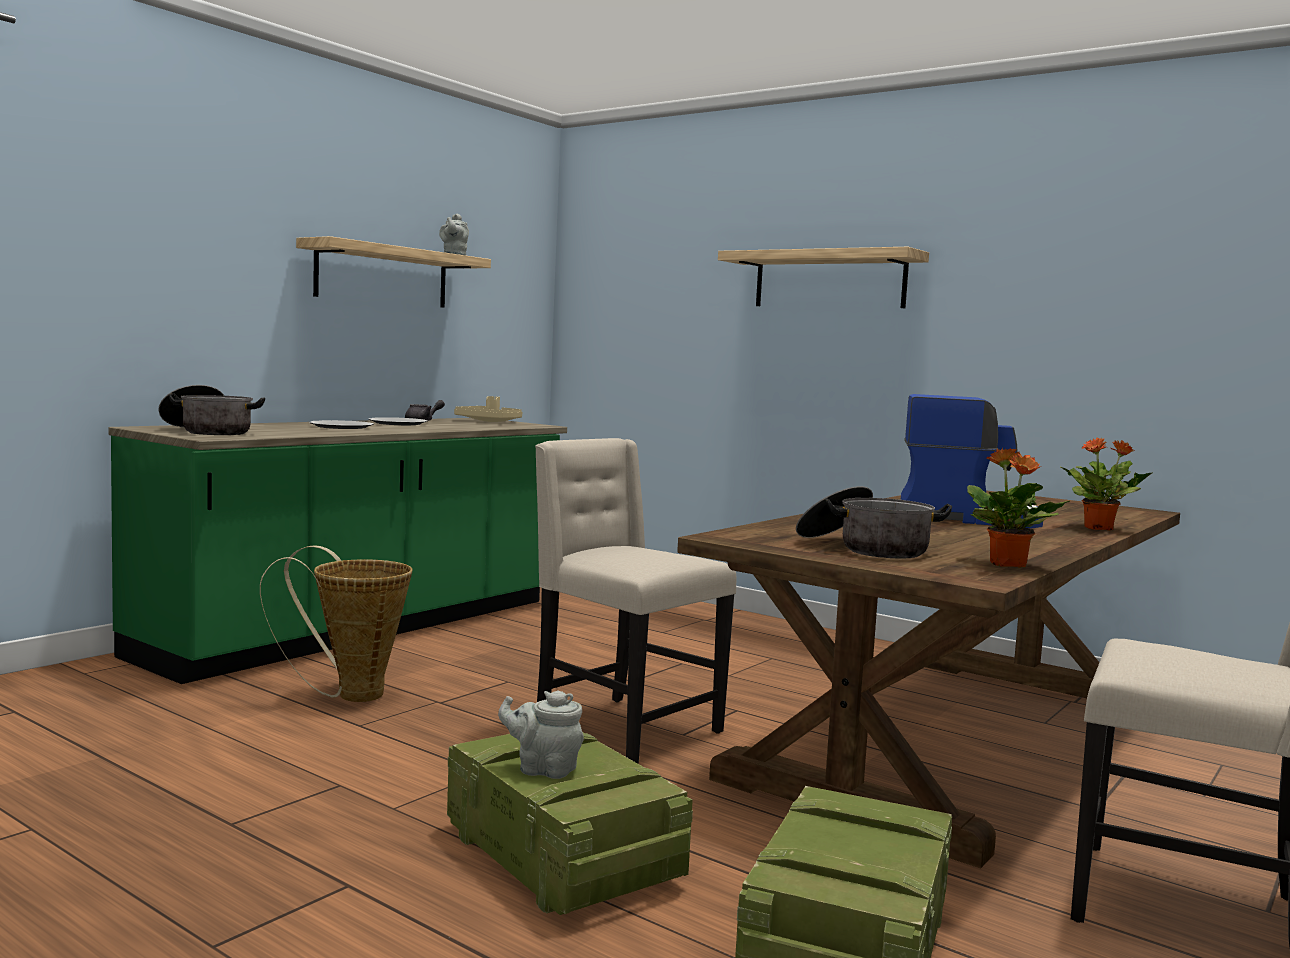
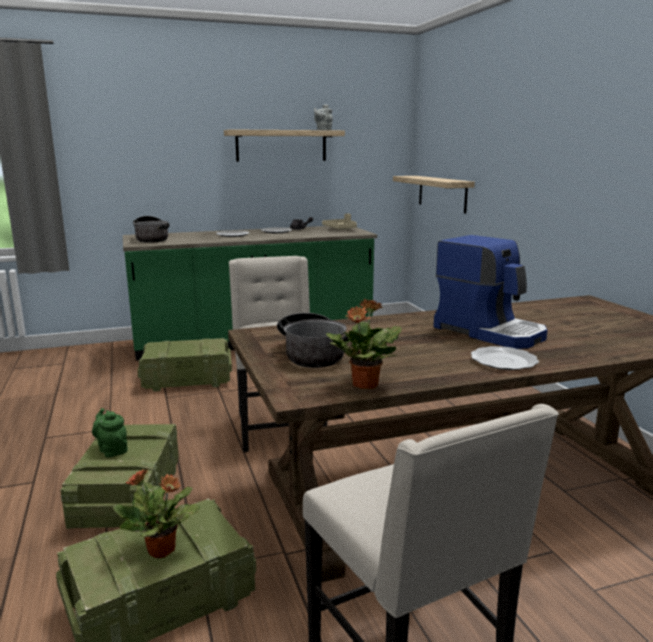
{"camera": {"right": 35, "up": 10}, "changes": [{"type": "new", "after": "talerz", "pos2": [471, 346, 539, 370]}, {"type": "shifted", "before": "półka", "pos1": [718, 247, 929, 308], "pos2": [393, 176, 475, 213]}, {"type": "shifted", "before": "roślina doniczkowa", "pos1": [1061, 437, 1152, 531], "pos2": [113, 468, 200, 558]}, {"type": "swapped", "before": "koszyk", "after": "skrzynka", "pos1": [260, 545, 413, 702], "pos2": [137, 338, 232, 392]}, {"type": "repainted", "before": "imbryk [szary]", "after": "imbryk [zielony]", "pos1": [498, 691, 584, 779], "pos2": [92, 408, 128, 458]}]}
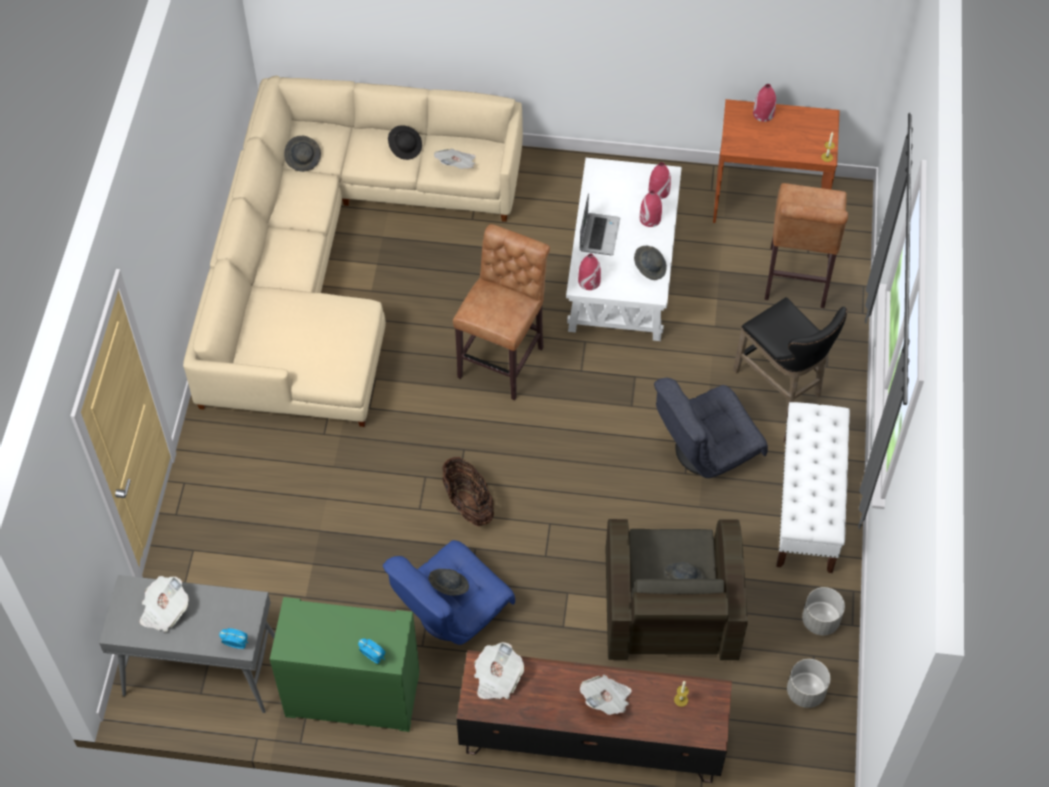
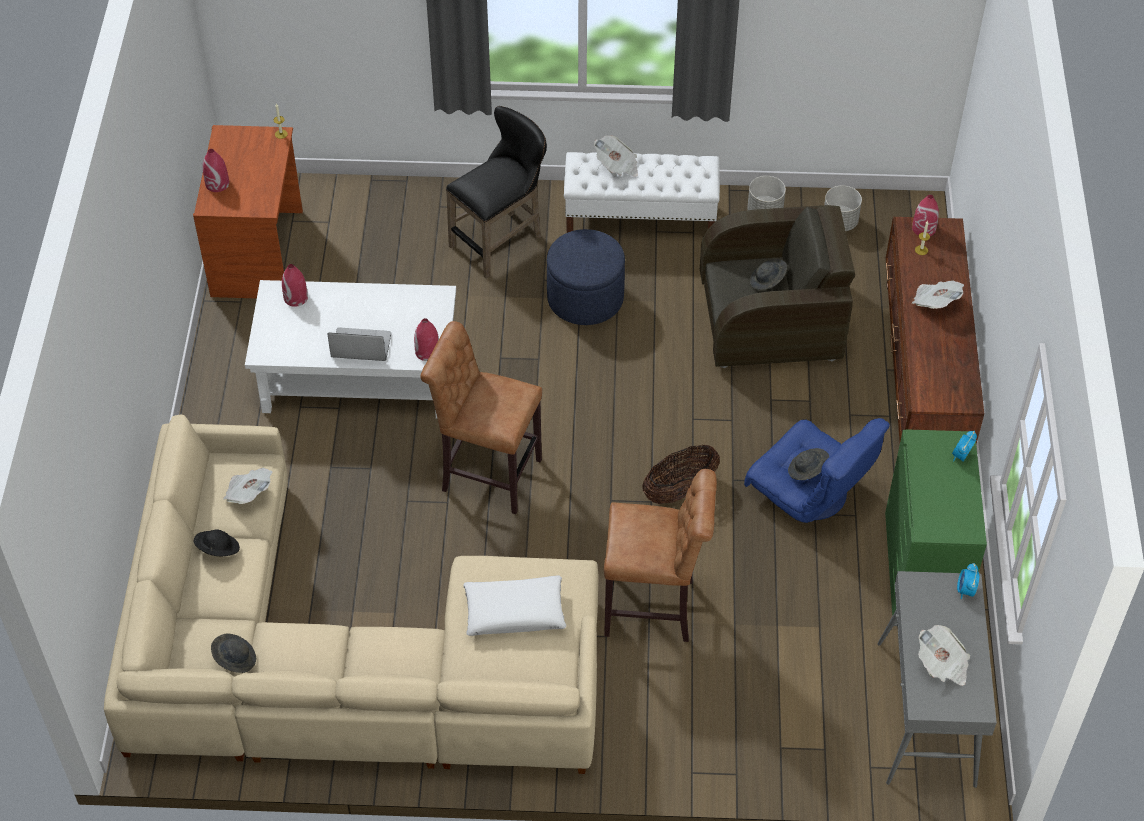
{"camera": {"right": -95, "up": -5}, "changes": [{"type": "gone", "before": "kapelusz [szary]", "pos1": [634, 246, 667, 280]}, {"type": "new", "after": "poduszka [biały]", "pos2": [463, 575, 566, 636]}, {"type": "shifted", "before": "gazeta", "pos1": [474, 642, 524, 699], "pos2": [594, 135, 638, 177]}, {"type": "shifted", "before": "wazon [czerwony]", "pos1": [640, 190, 662, 227], "pos2": [912, 194, 939, 236]}, {"type": "shifted", "before": "stołek [brązowy]", "pos1": [764, 183, 848, 308], "pos2": [604, 469, 717, 642]}, {"type": "swapped", "before": "fotel [szary]", "after": "pufa [niebieski]", "pos1": [654, 378, 768, 478], "pos2": [547, 229, 625, 325]}]}
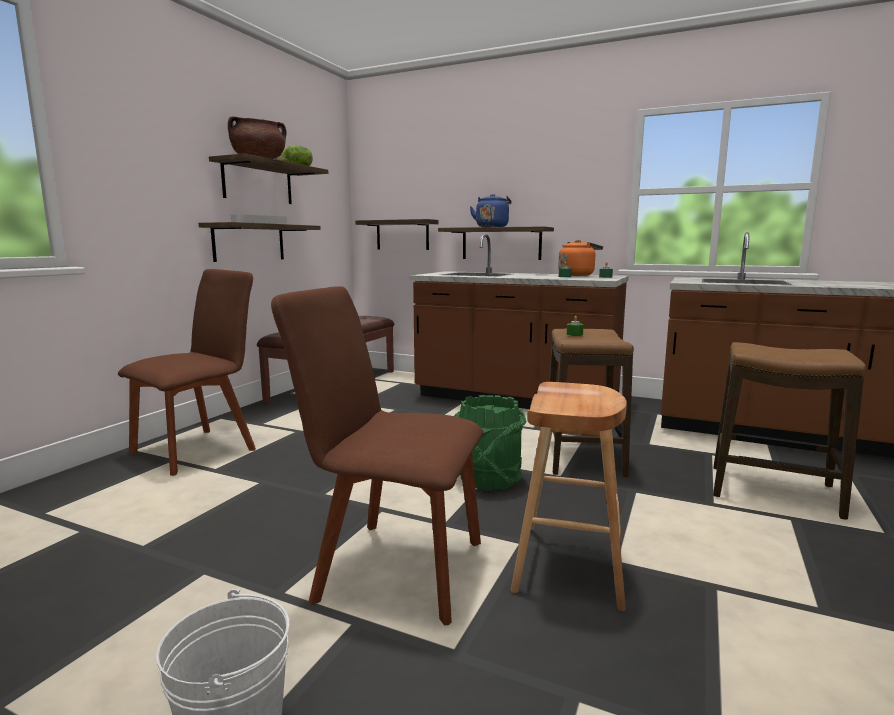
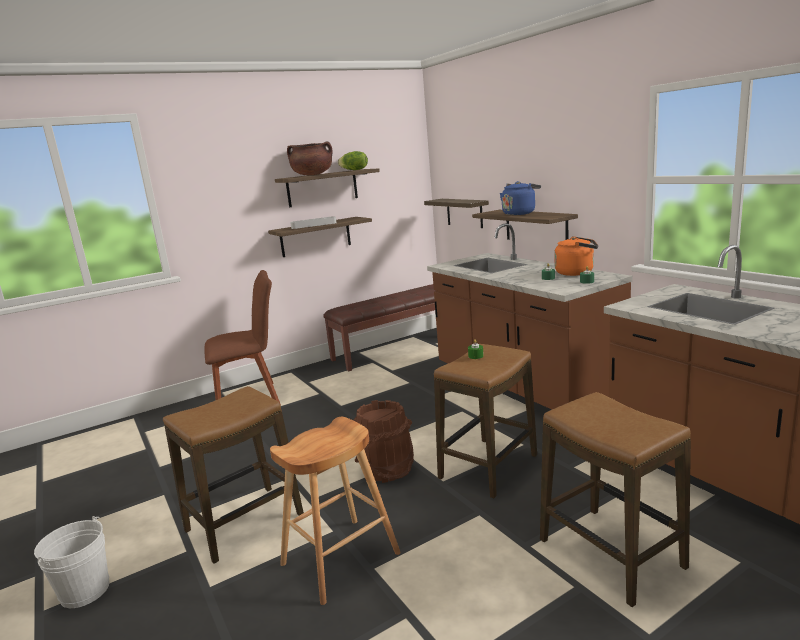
{"camera": {"right": 35, "up": 5}, "changes": [{"type": "swapped", "before": "krzesło [brązowy]", "after": "stołek", "pos1": [271, 286, 484, 625], "pos2": [163, 386, 304, 564]}, {"type": "repainted", "before": "wiadro [zielony]", "after": "wiadro [brązowy]", "pos1": [454, 395, 527, 491], "pos2": [353, 400, 414, 483]}]}
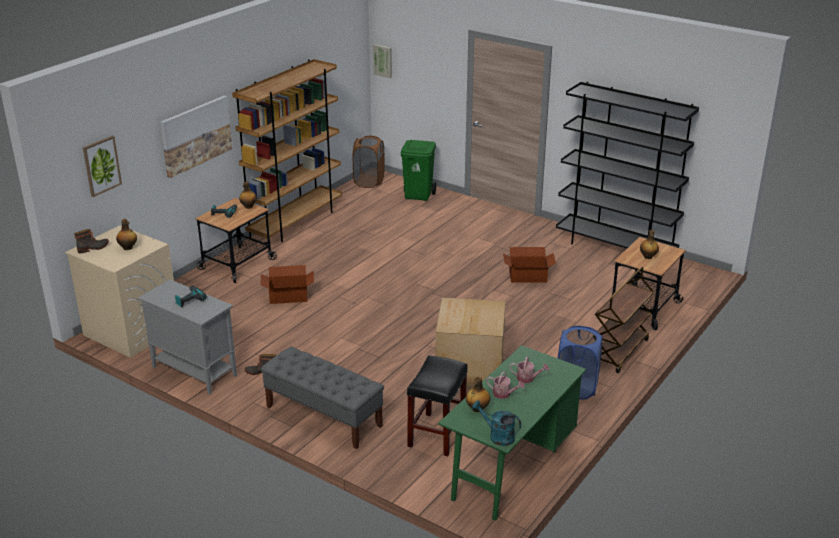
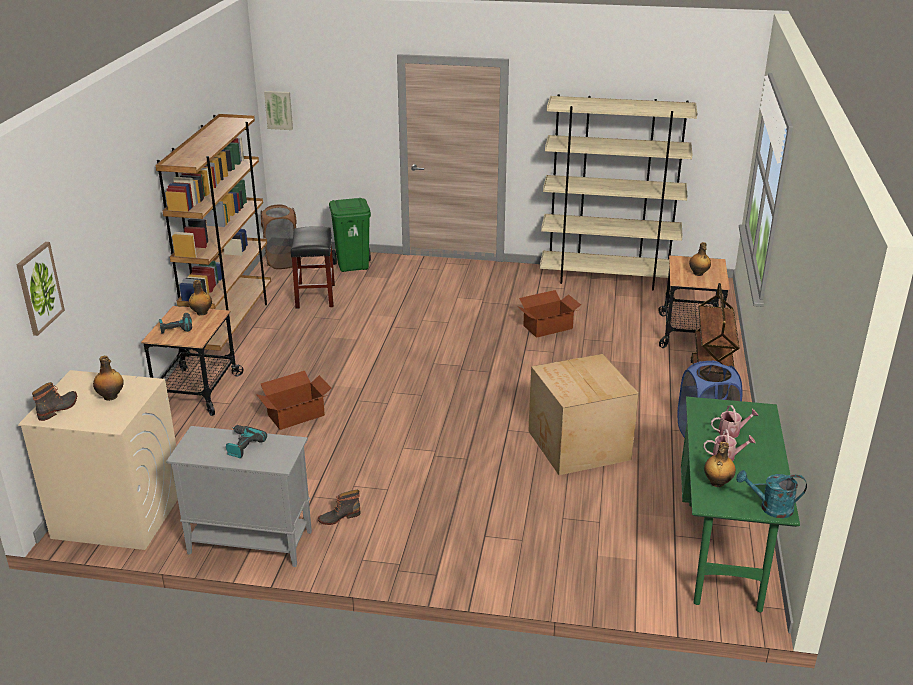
{"camera": {"right": -25, "up": 0}, "changes": [{"type": "gone", "before": "obraz", "pos1": [160, 96, 232, 178]}, {"type": "gone", "before": "ławka [szary]", "pos1": [261, 347, 384, 449]}, {"type": "shifted", "before": "stołek [czarny]", "pos1": [407, 356, 468, 456], "pos2": [291, 226, 335, 309]}, {"type": "repainted", "before": "regał [czarny]", "after": "regał [beżowy]", "pos1": [556, 81, 699, 249], "pos2": [540, 94, 697, 290]}]}
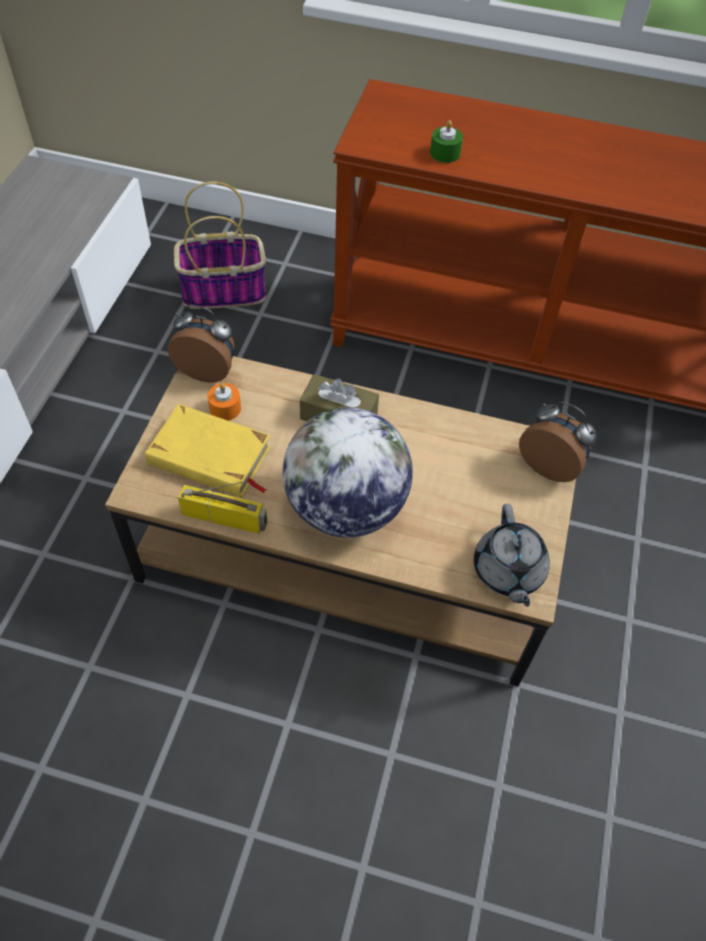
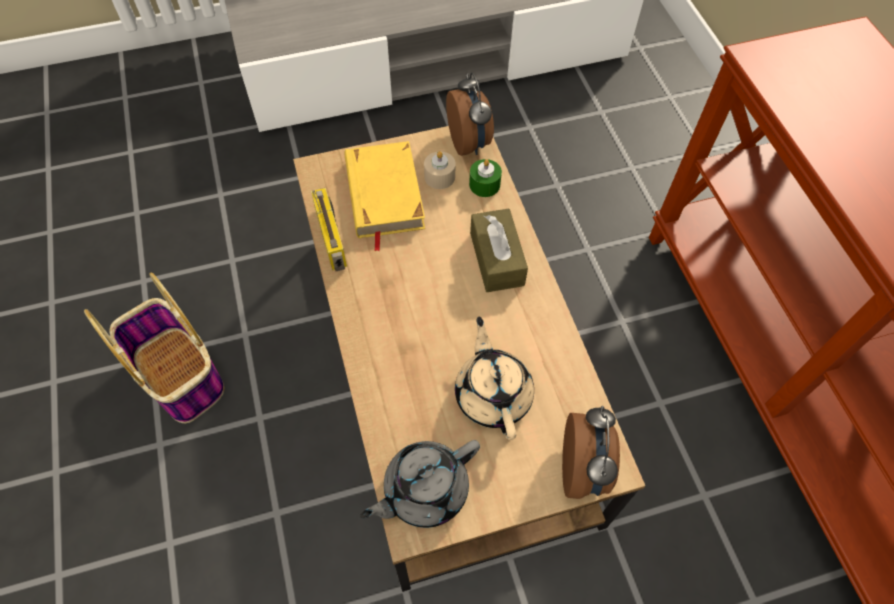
{"camera": {"right": 60, "up": 5}, "changes": [{"type": "gone", "before": "globus", "pos1": [282, 407, 413, 537]}, {"type": "new", "after": "imbryk [beżowy]", "pos2": [455, 317, 534, 440]}, {"type": "shifted", "before": "koszyk", "pos1": [174, 182, 266, 309], "pos2": [84, 273, 224, 423]}, {"type": "shifted", "before": "świeca [zielony]", "pos1": [430, 120, 463, 163], "pos2": [469, 159, 502, 197]}, {"type": "repainted", "before": "świeca [pomarańczowy]", "after": "świeca [beżowy]", "pos1": [207, 383, 241, 421], "pos2": [424, 151, 456, 189]}]}
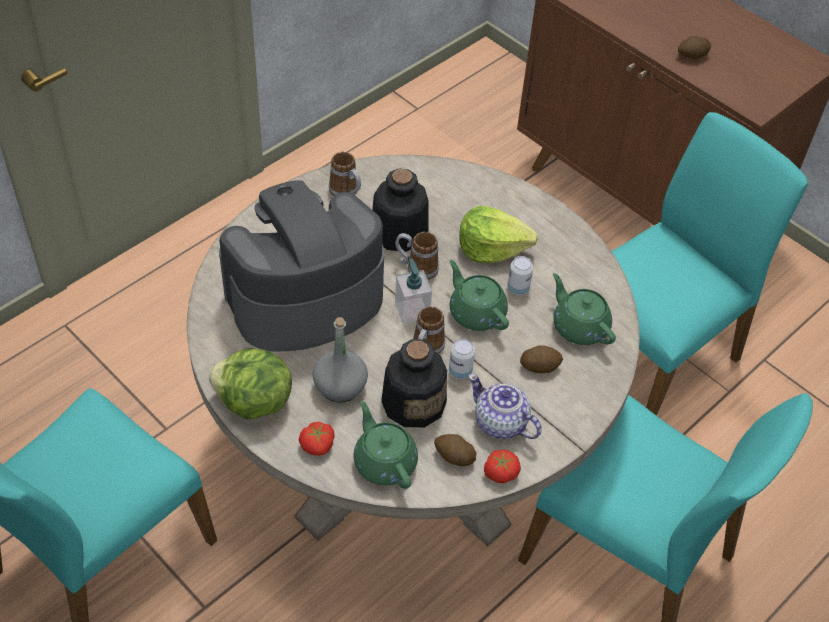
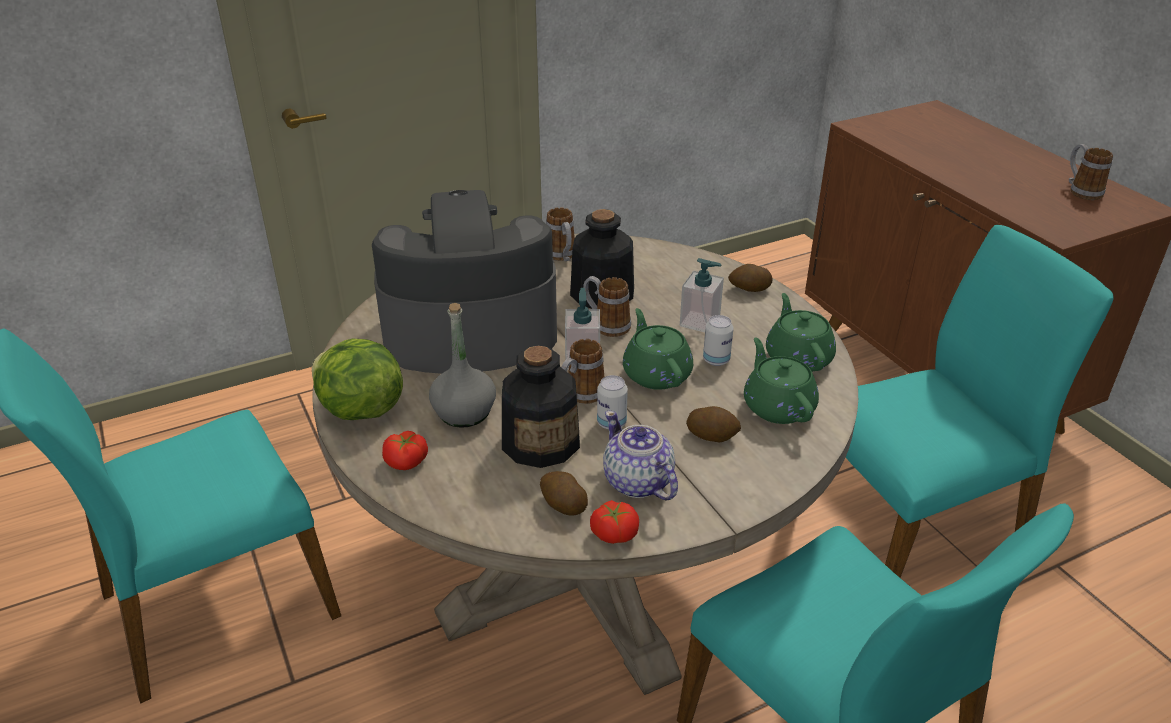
{"camera": {"right": 20, "up": -15}, "changes": [{"type": "new", "after": "kubek", "pos2": [1069, 144, 1113, 200]}, {"type": "shifted", "before": "imbryk [zielony]", "pos1": [353, 401, 418, 489], "pos2": [766, 293, 836, 372]}, {"type": "shifted", "before": "ziemniak", "pos1": [678, 36, 711, 59], "pos2": [728, 264, 773, 292]}, {"type": "swapped", "before": "sałata", "after": "dozownik mydła", "pos1": [459, 206, 538, 263], "pos2": [680, 258, 724, 333]}]}
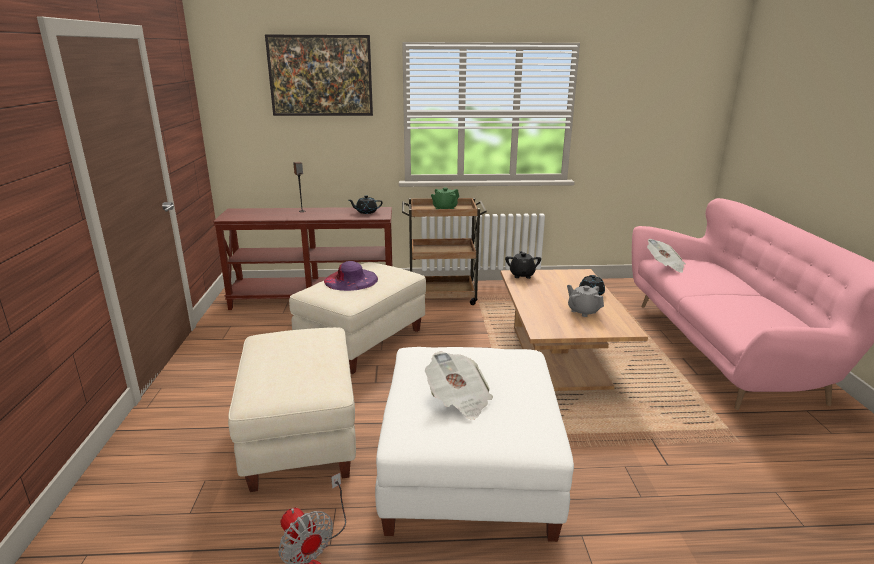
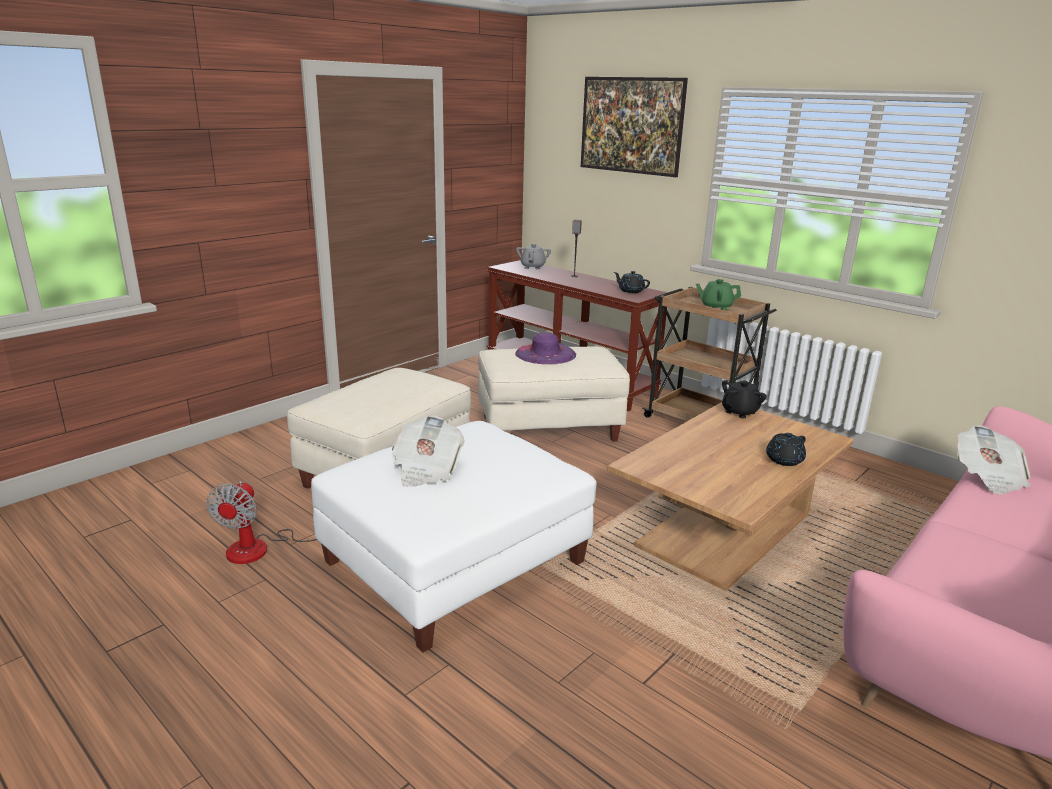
{"camera": {"right": 45, "up": 0}, "changes": [{"type": "shifted", "before": "imbryk [szary]", "pos1": [567, 285, 604, 317], "pos2": [516, 244, 551, 270]}]}
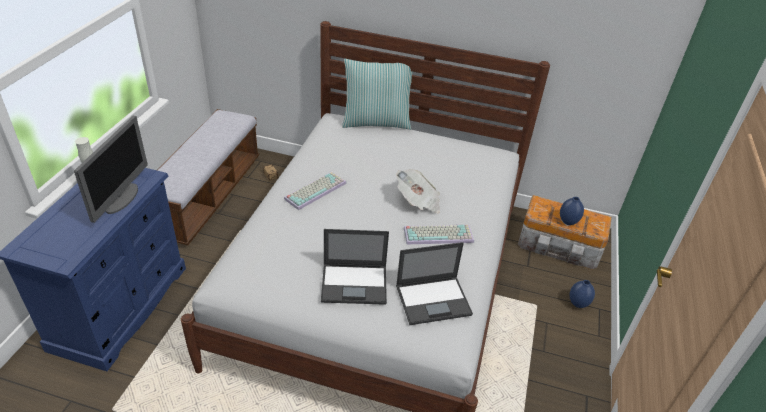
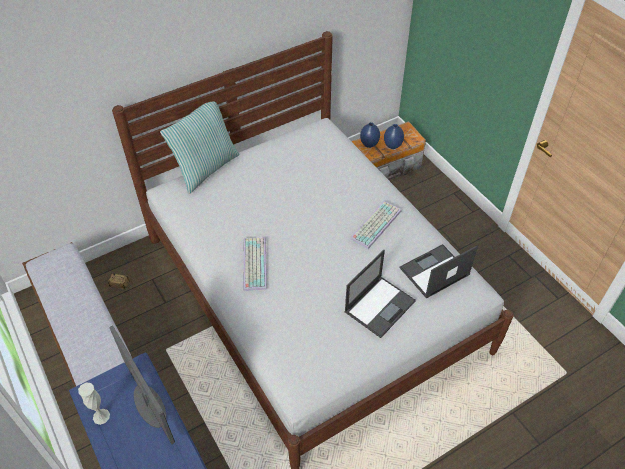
{"camera": {"right": -45, "up": 10}, "changes": [{"type": "gone", "before": "gazeta", "pos1": [396, 169, 440, 213]}, {"type": "shifted", "before": "wazon [niebieski]", "pos1": [569, 280, 595, 308], "pos2": [360, 122, 380, 148]}, {"type": "rotated", "before": "laptop", "pos1": [396, 242, 473, 325], "pos2": [399, 244, 478, 299], "turn": -150}]}
